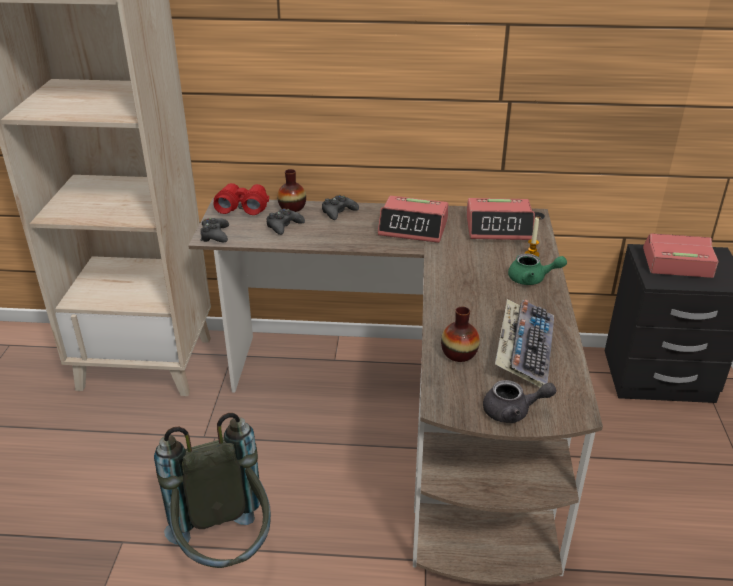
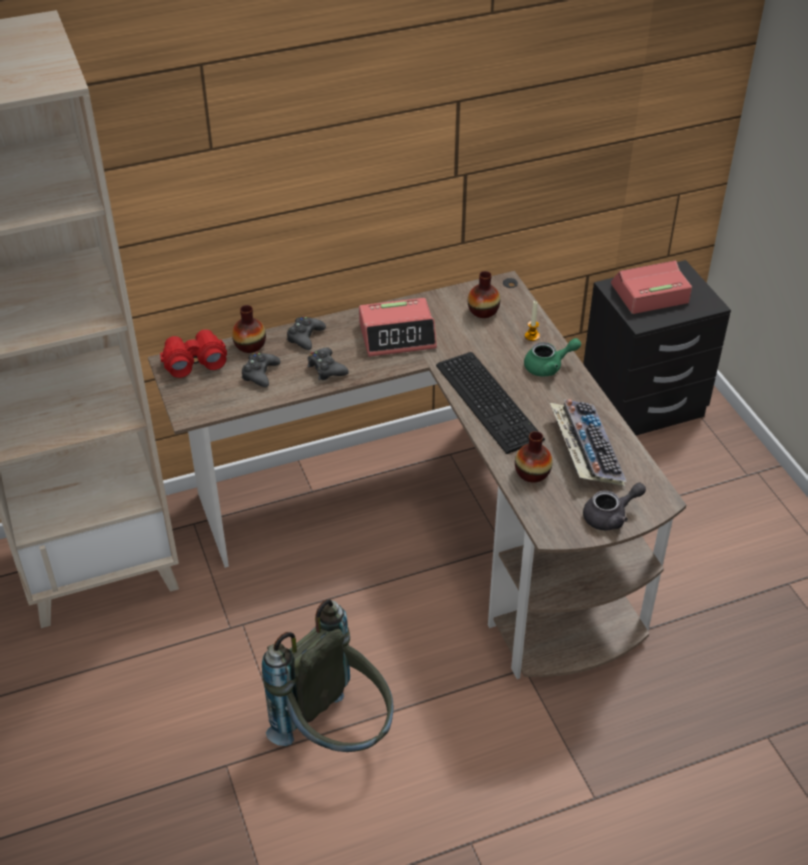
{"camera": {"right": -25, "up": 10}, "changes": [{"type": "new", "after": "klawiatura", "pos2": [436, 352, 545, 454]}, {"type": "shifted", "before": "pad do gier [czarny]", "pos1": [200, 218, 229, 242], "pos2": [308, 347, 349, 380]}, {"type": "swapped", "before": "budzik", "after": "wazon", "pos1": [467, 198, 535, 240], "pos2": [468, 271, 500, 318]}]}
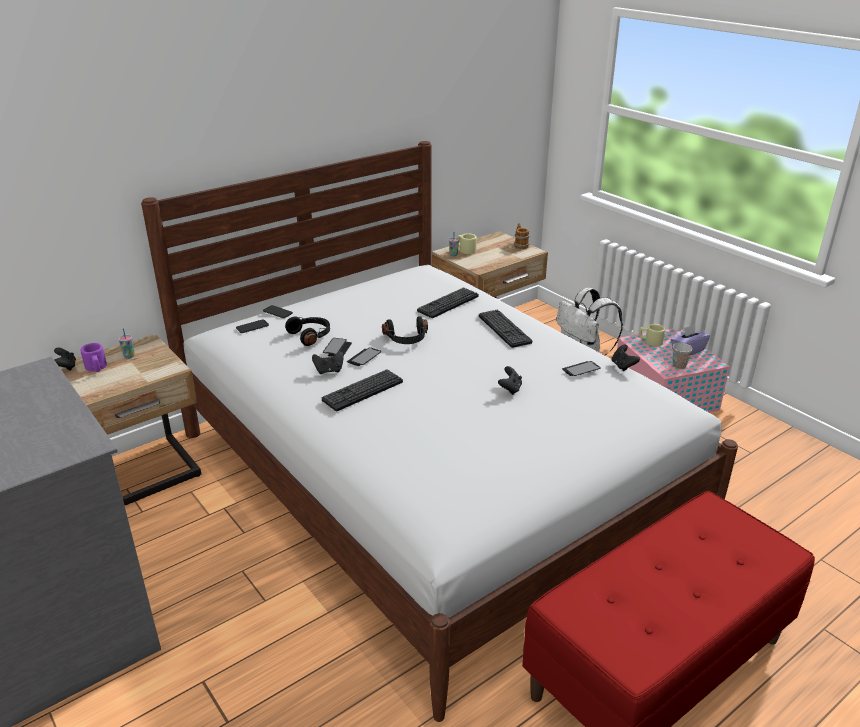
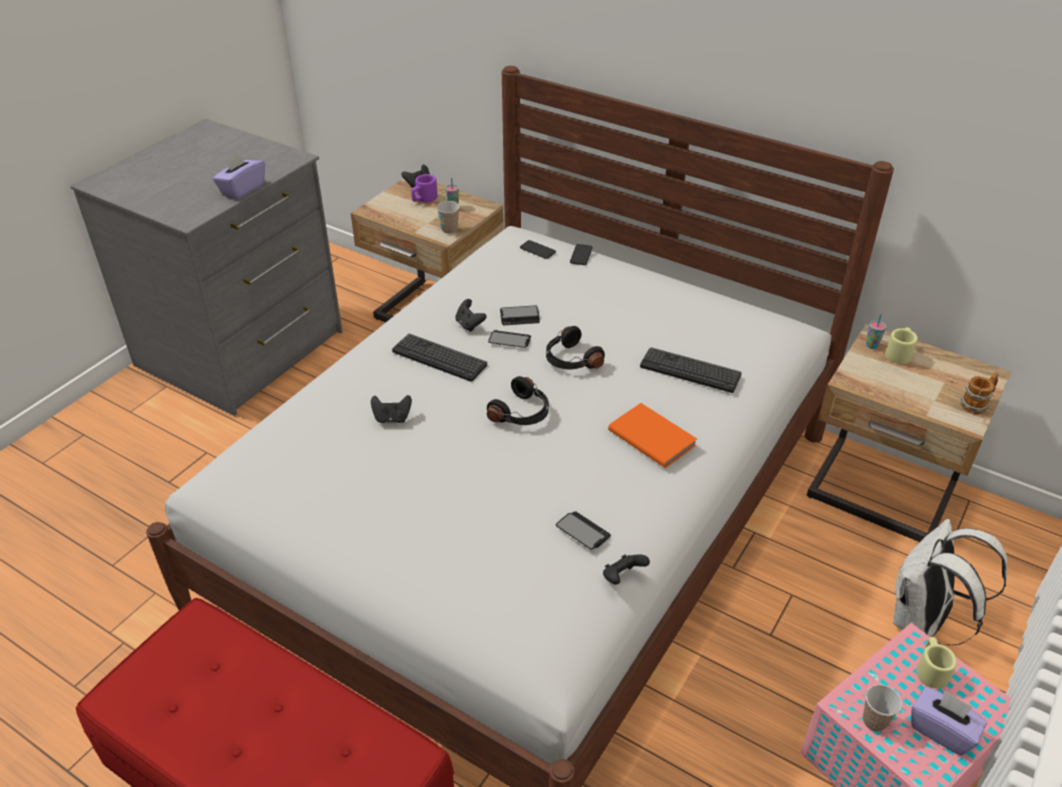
{"camera": {"right": 70, "up": 10}, "changes": [{"type": "new", "after": "pudełko chusteczek [fioletowy]", "pos2": [213, 151, 265, 199]}, {"type": "new", "after": "filiżanka", "pos2": [437, 201, 460, 234]}, {"type": "shifted", "before": "słuchawki [czarny]", "pos1": [285, 317, 330, 346], "pos2": [487, 376, 549, 425]}, {"type": "shifted", "before": "pad do gier [czarny]", "pos1": [498, 366, 522, 395], "pos2": [371, 395, 412, 423]}, {"type": "swapped", "before": "klawiatura", "after": "książka [pomarańczowy]", "pos1": [479, 310, 532, 348], "pos2": [608, 403, 697, 468]}]}
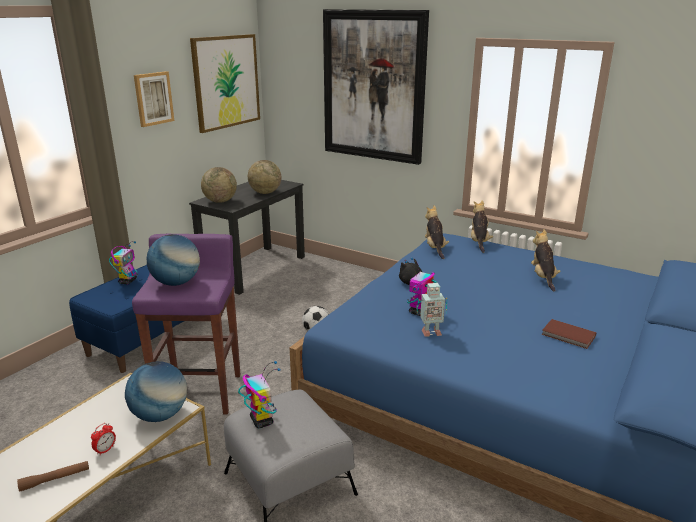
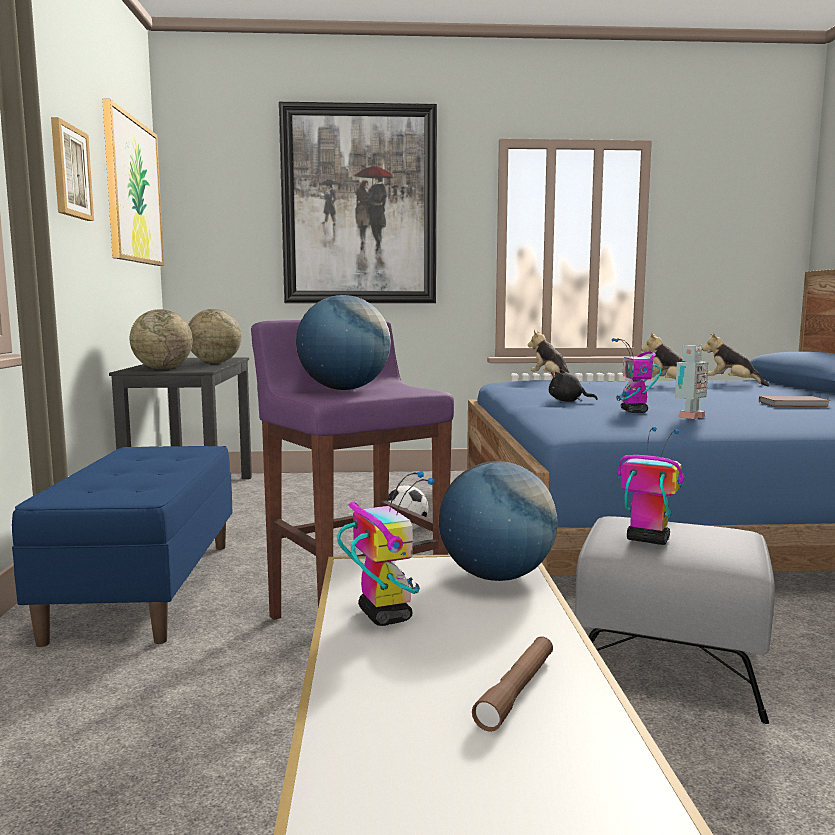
{"camera": {"right": -35, "up": -15}, "changes": [{"type": "gone", "before": "budzik", "pos1": [91, 423, 116, 456]}, {"type": "shifted", "before": "robot zabawkowy", "pos1": [109, 241, 138, 284], "pos2": [337, 471, 435, 626]}, {"type": "shifted", "before": "pluszak", "pos1": [425, 206, 449, 259], "pos2": [702, 333, 770, 386]}]}
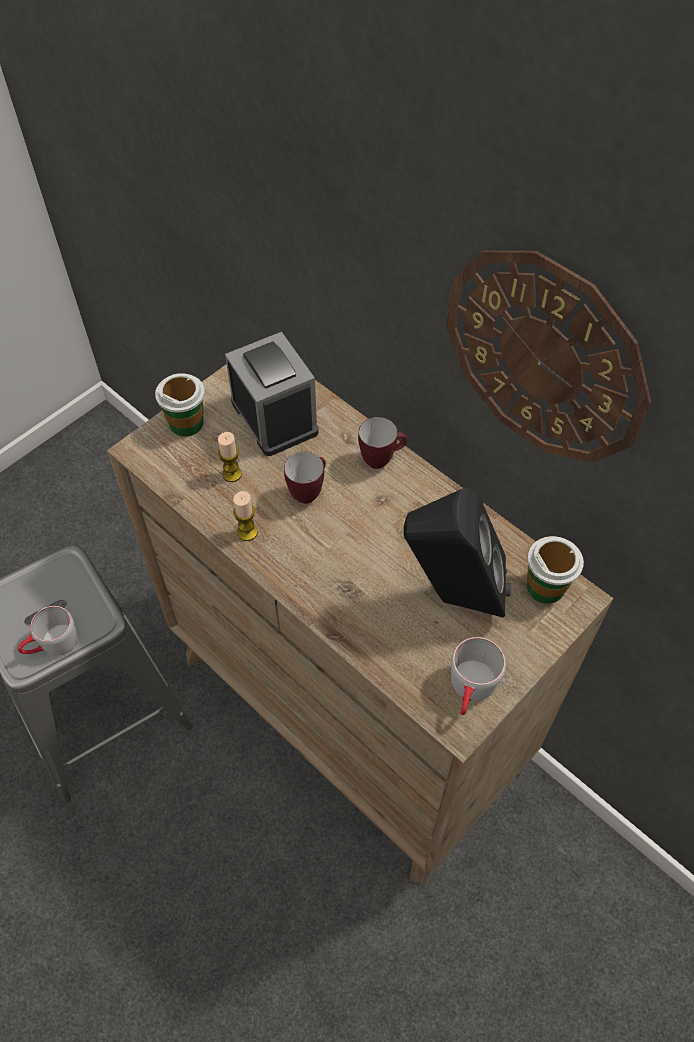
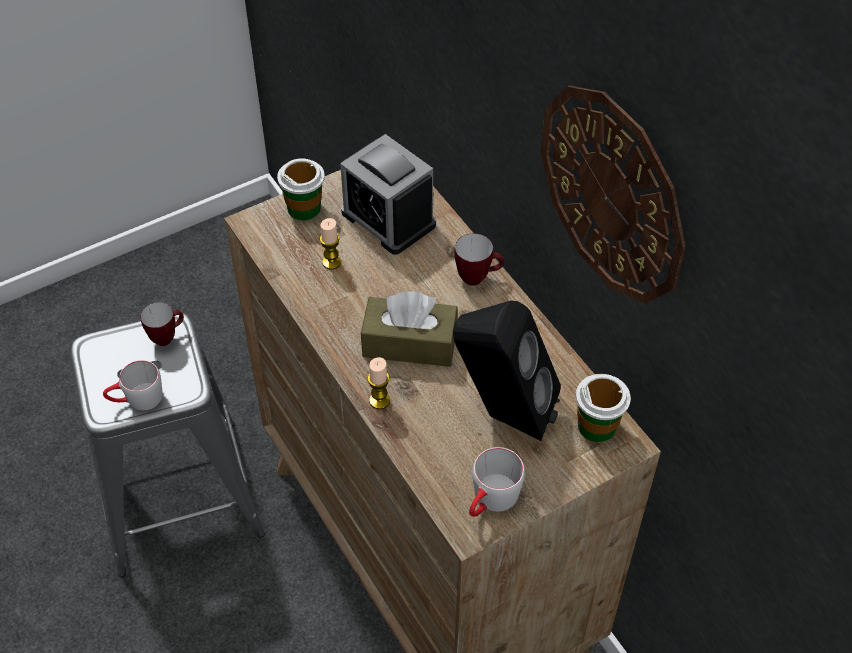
{"camera": {"right": 15, "up": -5}, "changes": [{"type": "new", "after": "pudełko chusteczek [brązowy]", "pos2": [361, 291, 458, 367]}, {"type": "shifted", "before": "świeca", "pos1": [233, 491, 258, 541], "pos2": [368, 357, 390, 409]}, {"type": "shifted", "before": "kubek", "pos1": [284, 452, 326, 504], "pos2": [140, 302, 184, 346]}, {"type": "rotated", "before": "budzik", "pos1": [225, 332, 319, 456], "pos2": [340, 134, 436, 255], "turn": 150}]}
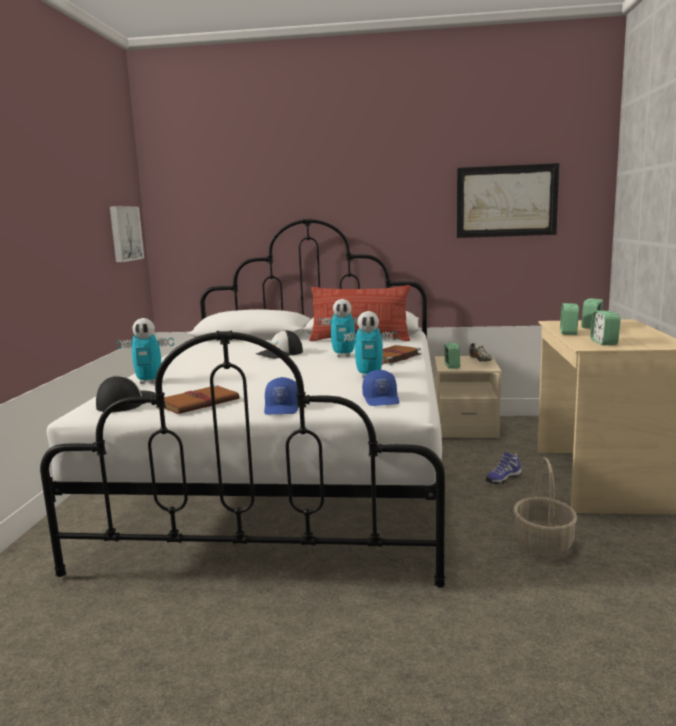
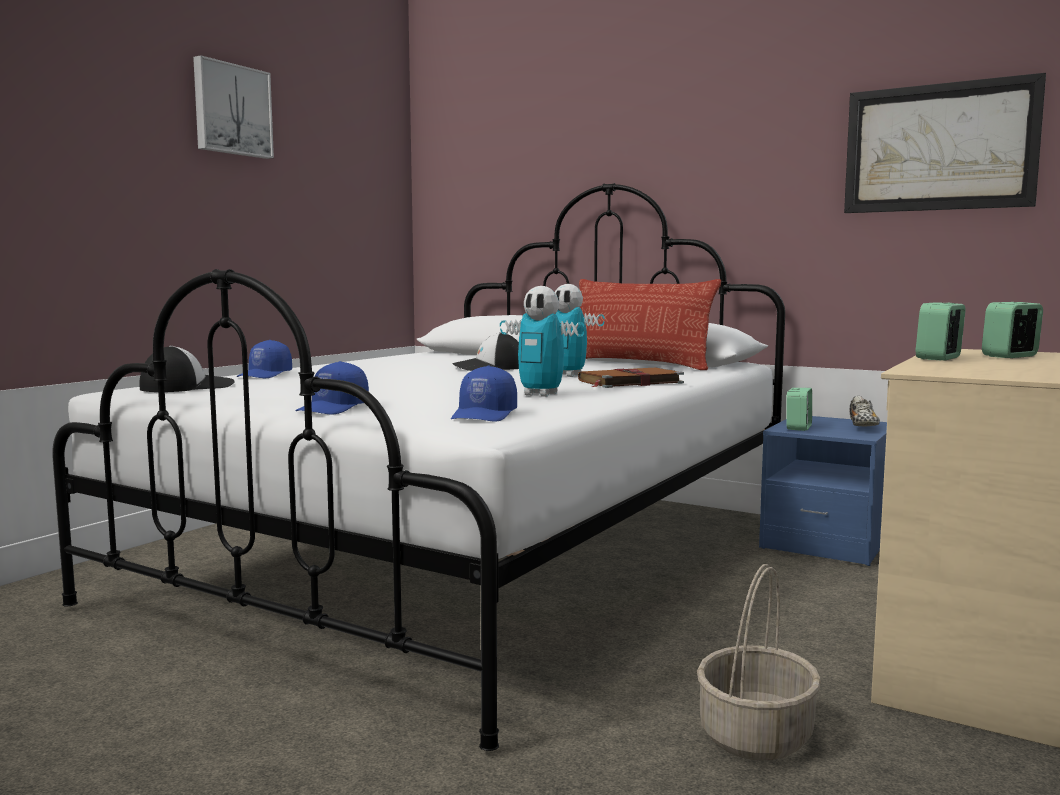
{"camera": {"right": 25, "up": -5}, "changes": [{"type": "gone", "before": "książka [brązowy]", "pos1": [164, 385, 239, 414]}, {"type": "gone", "before": "but", "pos1": [486, 452, 522, 485]}, {"type": "gone", "before": "budzik", "pos1": [590, 311, 621, 345]}, {"type": "shifted", "before": "obraz", "pos1": [110, 206, 144, 262], "pos2": [193, 55, 274, 159]}, {"type": "swapped", "before": "robot zabawkowy", "after": "czapka z daszkiem [niebieski]", "pos1": [116, 318, 174, 384], "pos2": [236, 340, 292, 378]}, {"type": "repainted", "before": "szafka nocna [beżowy]", "after": "szafka nocna [niebieski]", "pos1": [435, 356, 501, 438], "pos2": [759, 416, 887, 566]}]}
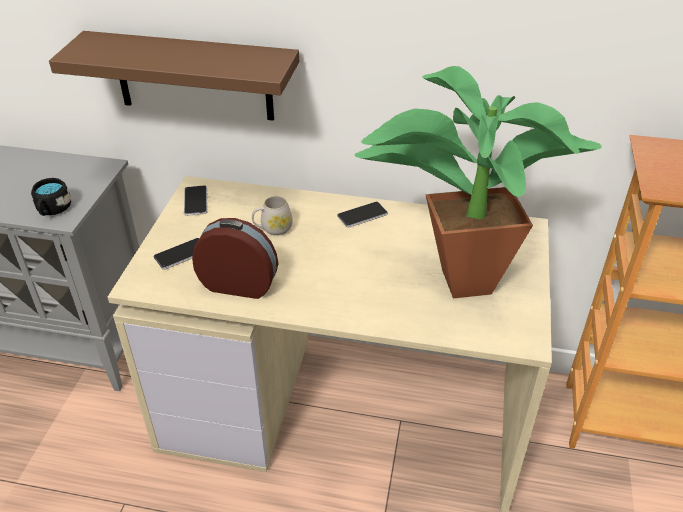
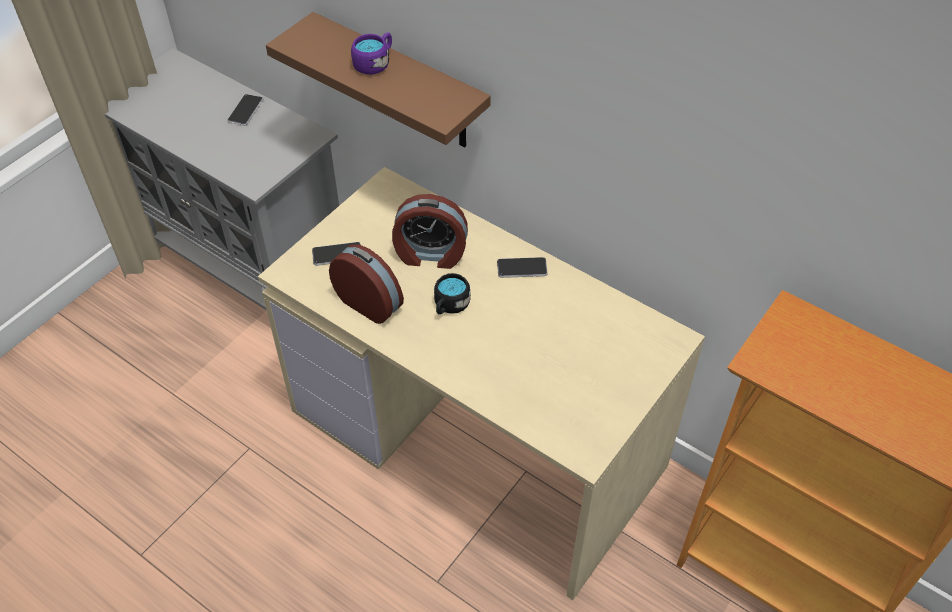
{"camera": {"right": 25, "up": 10}, "changes": [{"type": "gone", "before": "roślina doniczkowa", "pos1": [354, 66, 602, 299]}, {"type": "new", "after": "kubek [fioletowy]", "pos2": [351, 32, 392, 75]}, {"type": "shifted", "before": "kubek [czarny]", "pos1": [31, 178, 71, 216], "pos2": [434, 273, 471, 314]}, {"type": "shifted", "before": "telefon", "pos1": [184, 185, 208, 216], "pos2": [227, 94, 263, 126]}, {"type": "swapped", "before": "kubek [biały]", "after": "budzik", "pos1": [252, 196, 293, 236], "pos2": [392, 194, 468, 269]}]}
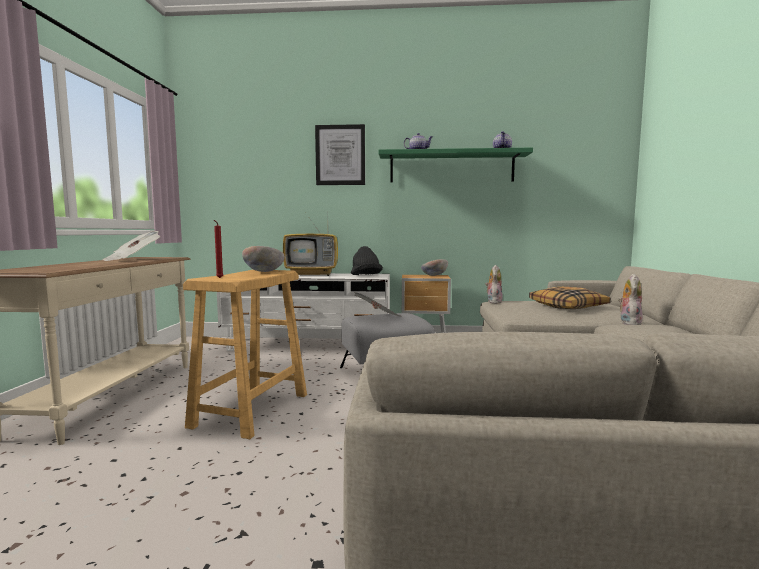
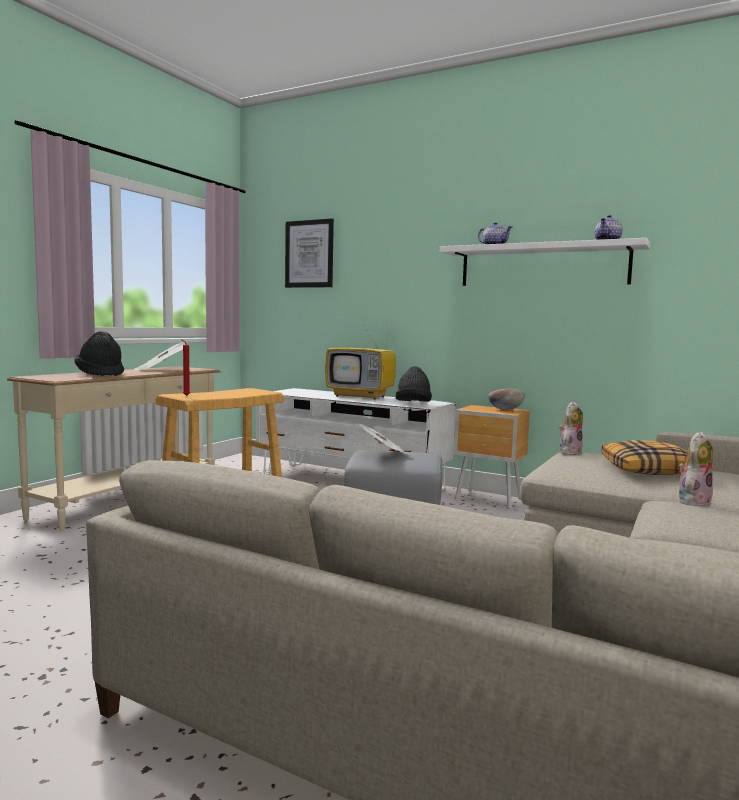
{"camera": {"right": 25, "up": 0}, "changes": [{"type": "gone", "before": "miska", "pos1": [242, 246, 285, 272]}, {"type": "new", "after": "kapelusz [czarny]", "pos2": [74, 331, 124, 376]}, {"type": "shifted", "before": "obraz", "pos1": [315, 124, 365, 185], "pos2": [285, 218, 334, 288]}, {"type": "repainted", "before": "półka [zielony]", "after": "półka [biały]", "pos1": [379, 148, 533, 182], "pos2": [440, 238, 651, 286]}]}
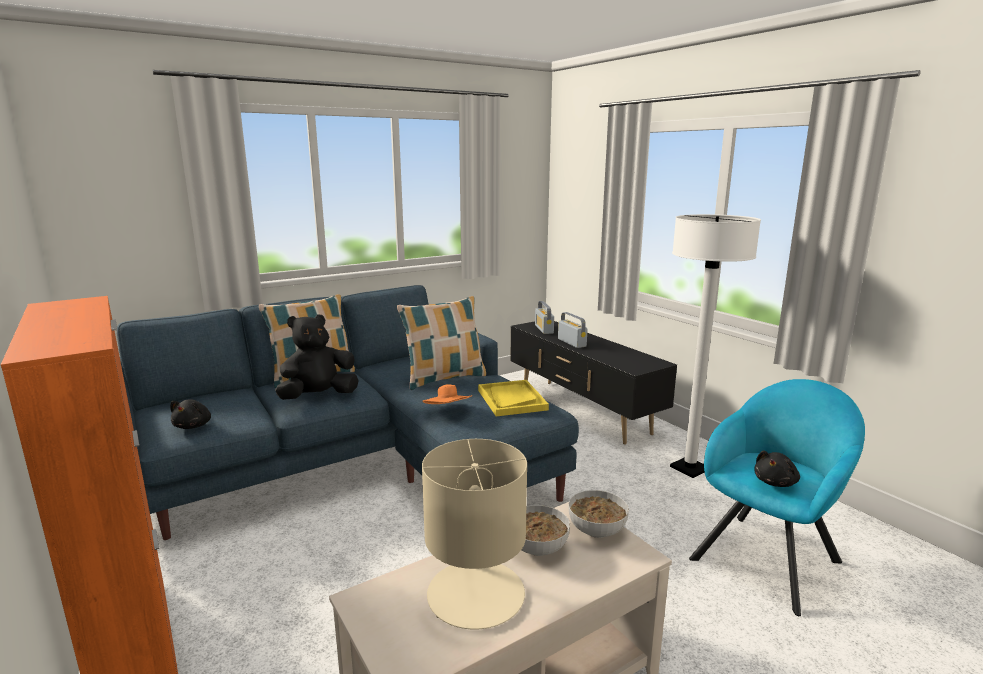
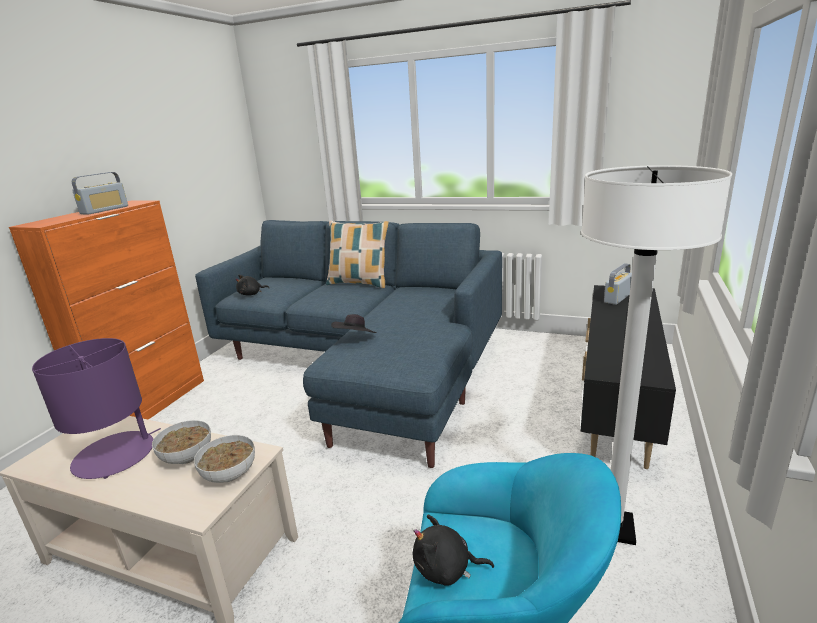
{"camera": {"right": 55, "up": 5}, "changes": [{"type": "gone", "before": "pluszak [czarny]", "pos1": [275, 314, 359, 400]}, {"type": "gone", "before": "poduszka", "pos1": [397, 296, 486, 390]}, {"type": "gone", "before": "taca [żółty]", "pos1": [478, 380, 549, 416]}, {"type": "shifted", "before": "radio", "pos1": [558, 312, 587, 348], "pos2": [72, 172, 128, 215]}, {"type": "repainted", "before": "kapelusz [pomarańczowy]", "after": "kapelusz [czarny]", "pos1": [422, 384, 472, 404], "pos2": [331, 314, 377, 333]}, {"type": "repainted", "before": "lampa stołowa [beżowy]", "after": "lampa stołowa [fioletowy]", "pos1": [422, 439, 527, 630], "pos2": [32, 338, 161, 479]}]}
